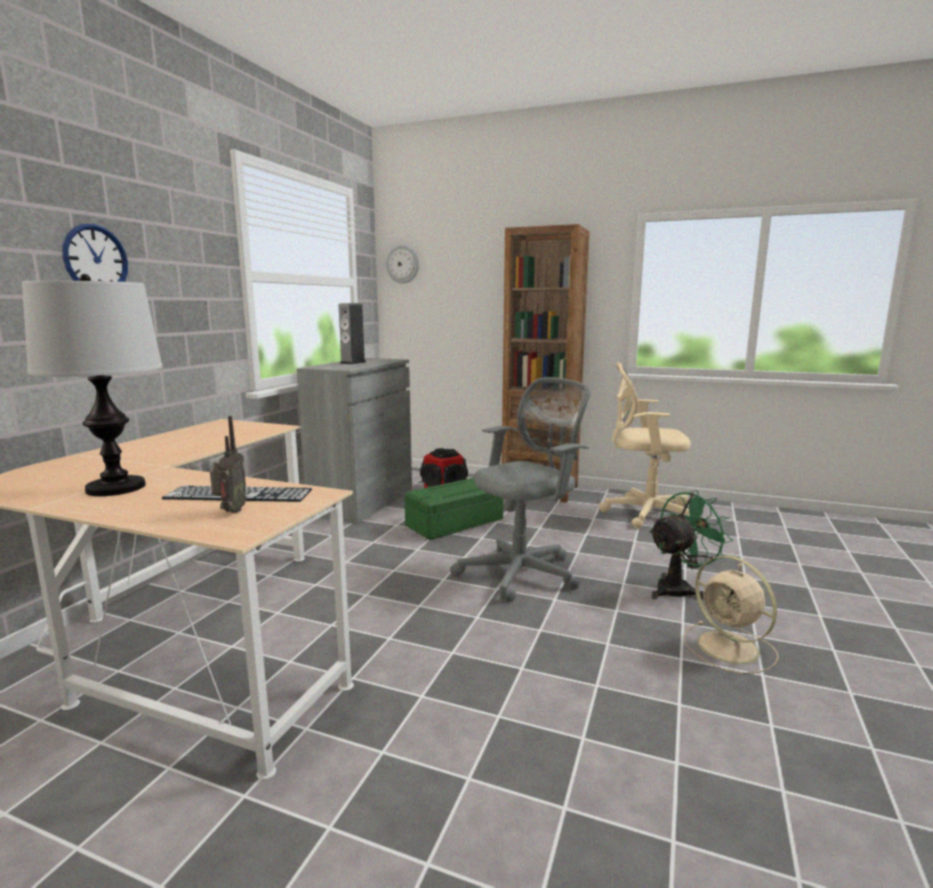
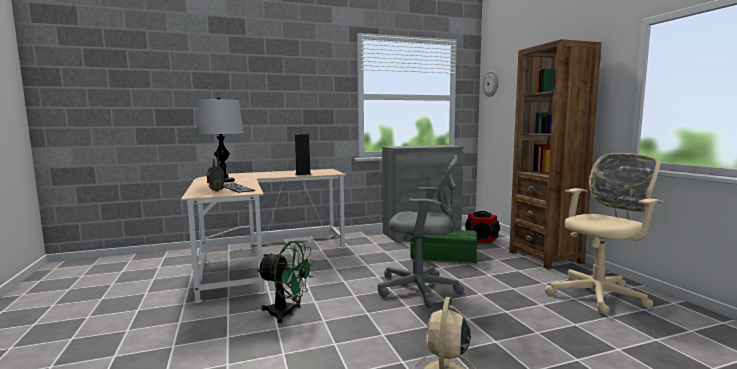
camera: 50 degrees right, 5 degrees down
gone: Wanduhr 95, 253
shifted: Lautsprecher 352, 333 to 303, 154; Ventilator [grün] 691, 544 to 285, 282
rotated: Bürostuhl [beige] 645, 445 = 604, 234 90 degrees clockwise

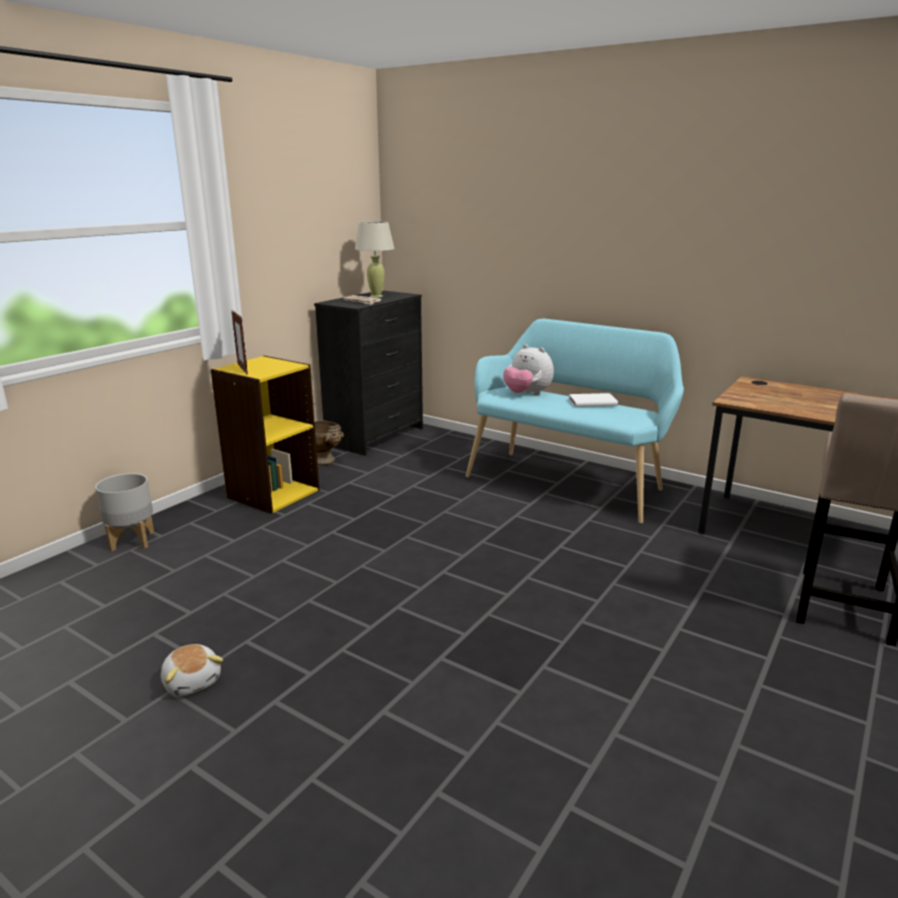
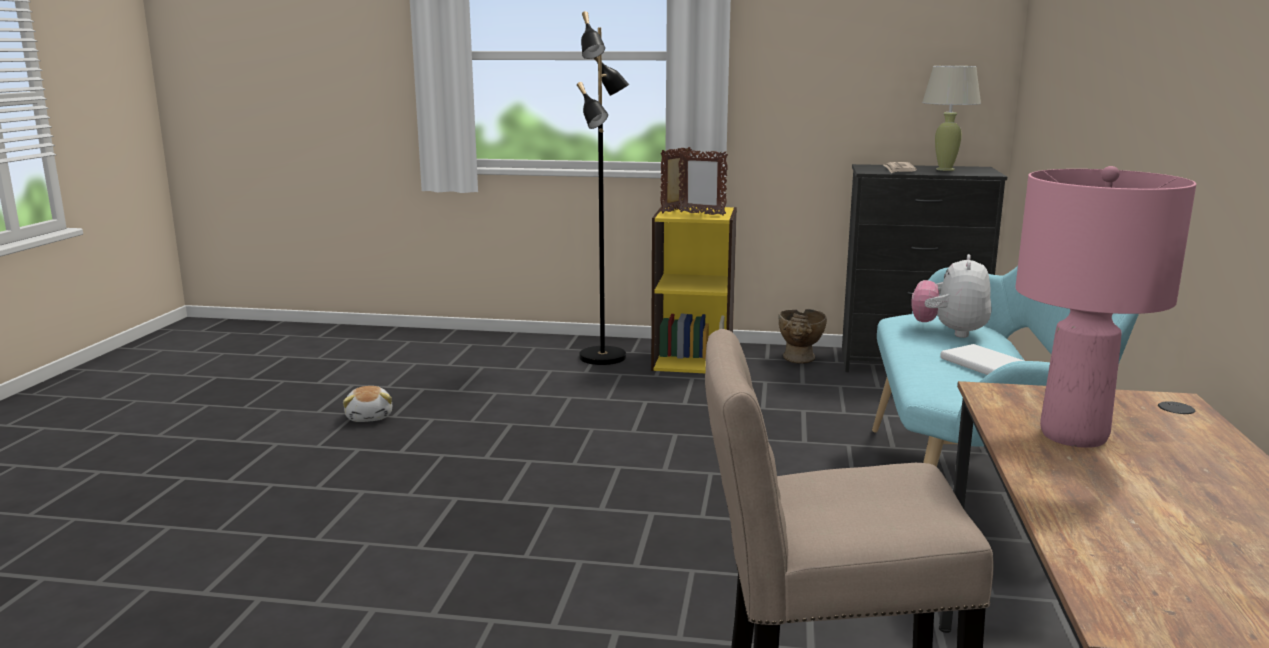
camera: 65 degrees right, 5 degrees down
gone: Pflanzkübel [grau] 124, 512
new: Stehlampe [schwarz] 603, 188; Bilderrahmen 703, 183; Tischlampe [rosa] 1105, 307
rotated: Plüschtier 192, 670 = 367, 404 45 degrees counterclockwise

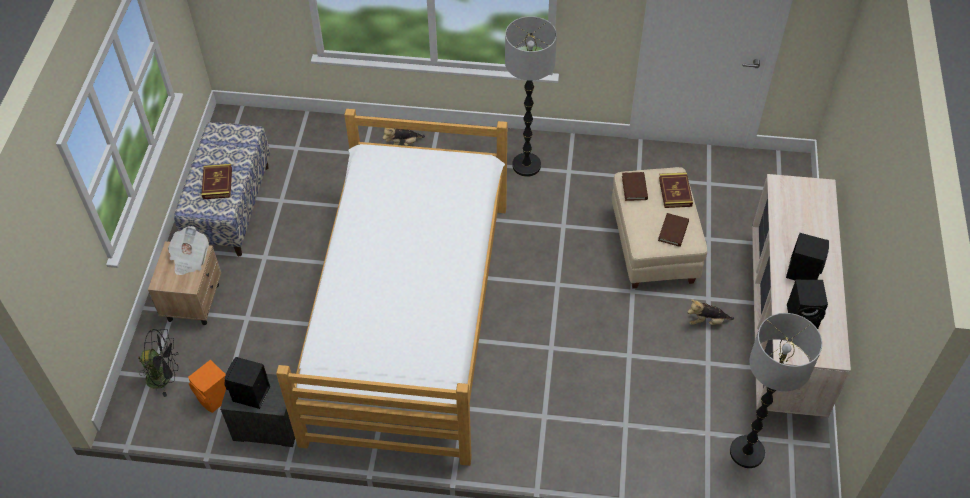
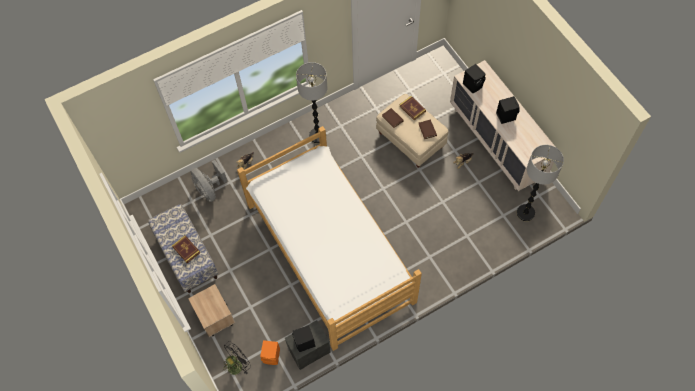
camera: 35 degrees left, 10 degrees up
gone: Zeitung 188, 250
new: Ventilator [grau] 209, 180
shifted: Lautsprecher [schwarz] 807, 304 to 474, 78

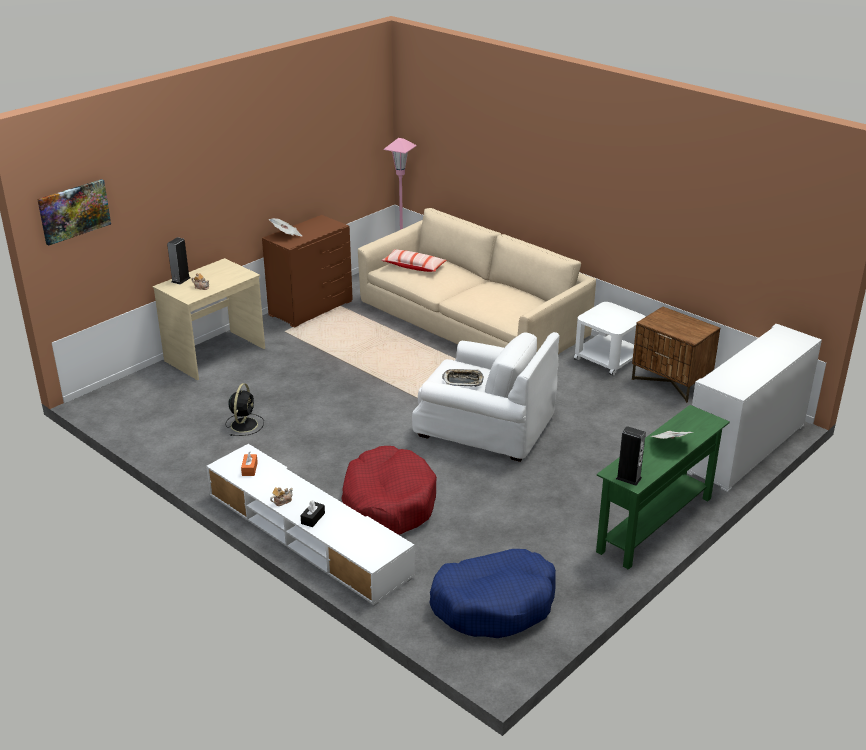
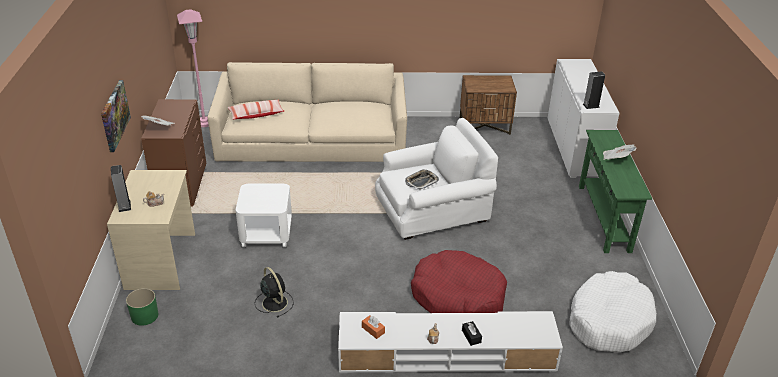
camera: 45 degrees left, 5 degrees up
new: Pflanzkübel [grün] 142, 307
shifted: Bild 74, 212 to 116, 116; Beistelltisch [weiß] 610, 339 to 264, 215; Lautsprecher 631, 456 to 594, 90
repainted: Hundebett [blau] 492, 593 to Hundebett [weiß] 612, 311

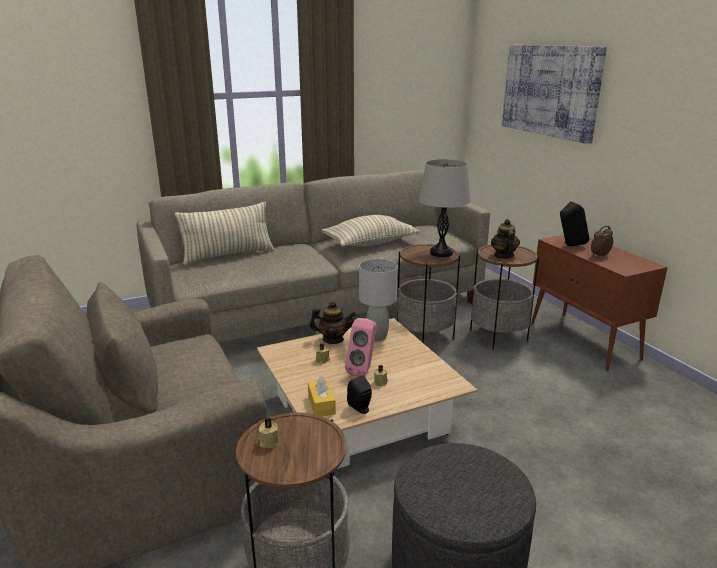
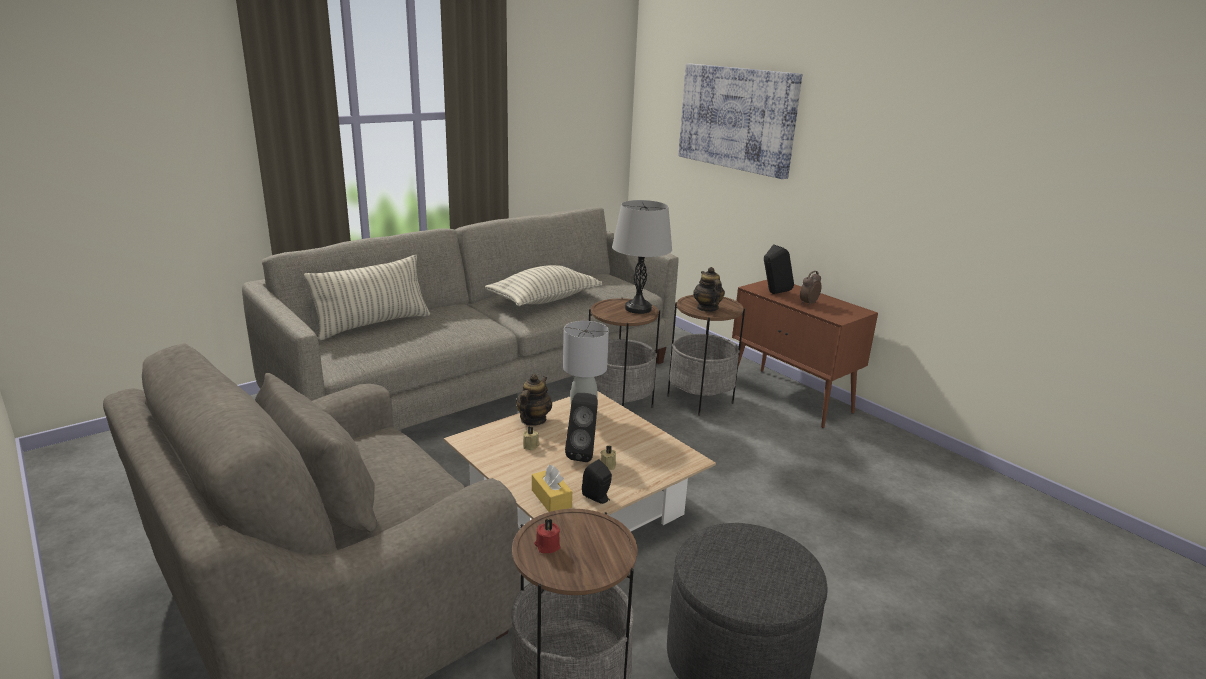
camera: 15 degrees left, 0 degrees up
repainted: Kerze [beige] 269, 433 to Kerze [rot] 547, 536; Lautsprecher [rosa] 361, 347 to Lautsprecher [schwarz] 581, 427
rotated: Teekanne 332, 322 = 534, 400 60 degrees counterclockwise

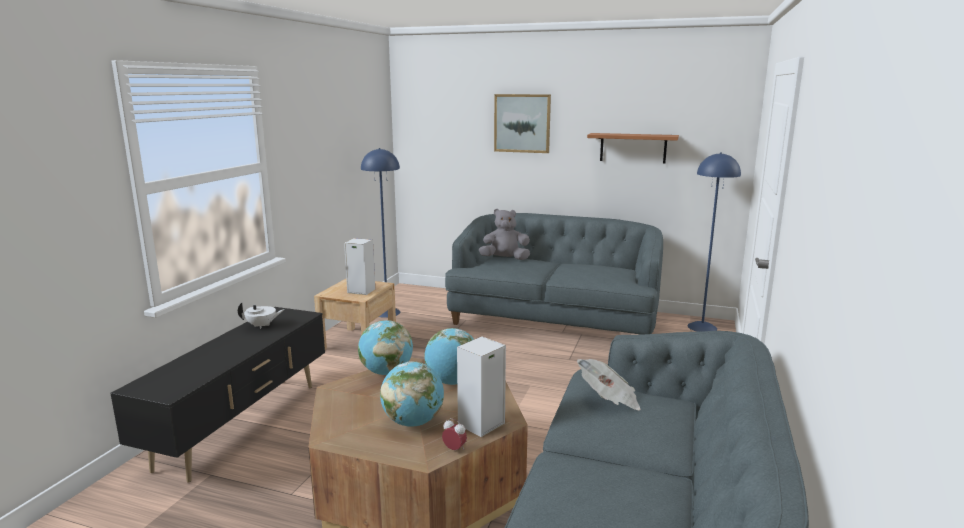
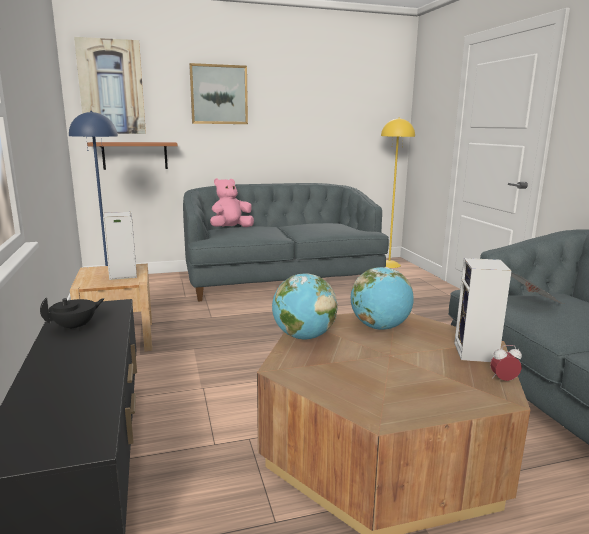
camera: 35 degrees left, 0 degrees up
gone: Globus 412, 394
new: Bild 110, 85
shifted: Wandregal 633, 148 to 132, 156
repainted: Teekanne [weiß] 261, 316 to Teekanne [schwarz] 72, 314; Plüschtier [grau] 504, 234 to Plüschtier [rosa] 232, 202; Stehlampe [blau] 714, 242 to Stehlampe [gelb] 398, 193

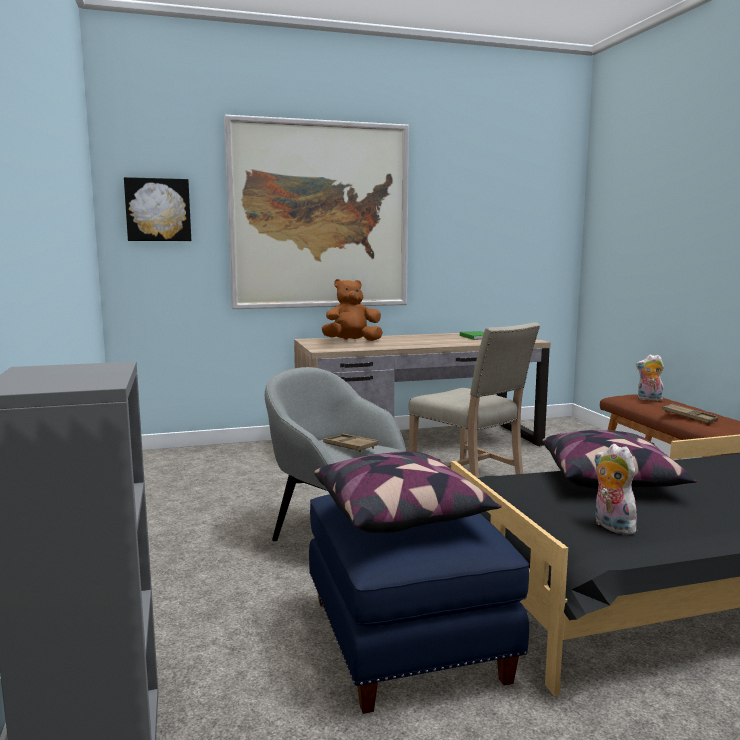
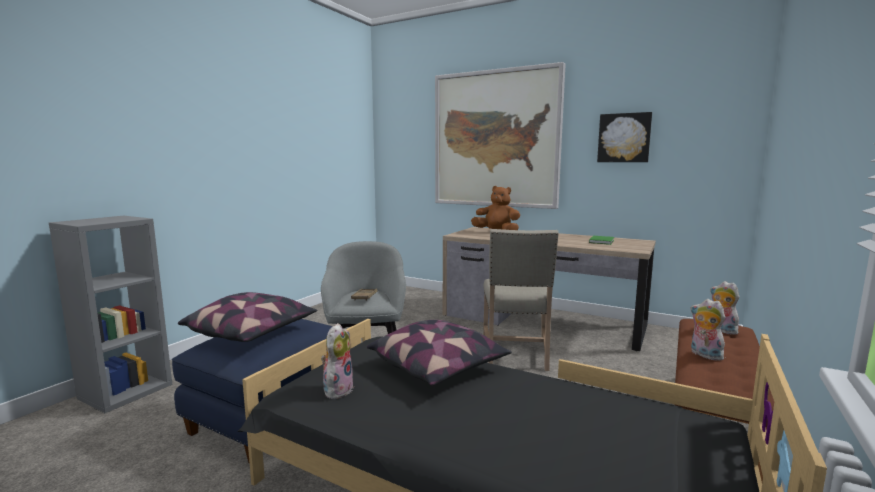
camera: 45 degrees right, 0 degrees up
shifted: Bild 157, 209 to 624, 137
swapped: Tablett [braun] 690, 413 to Plüschtier 707, 330

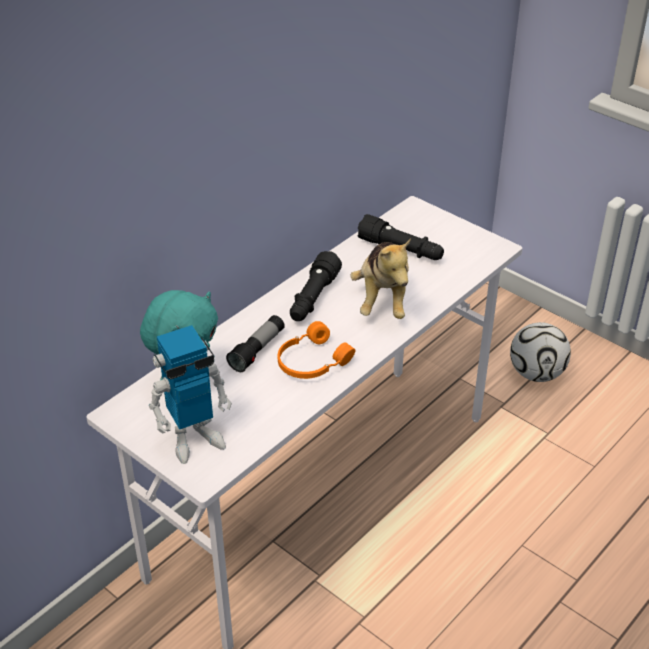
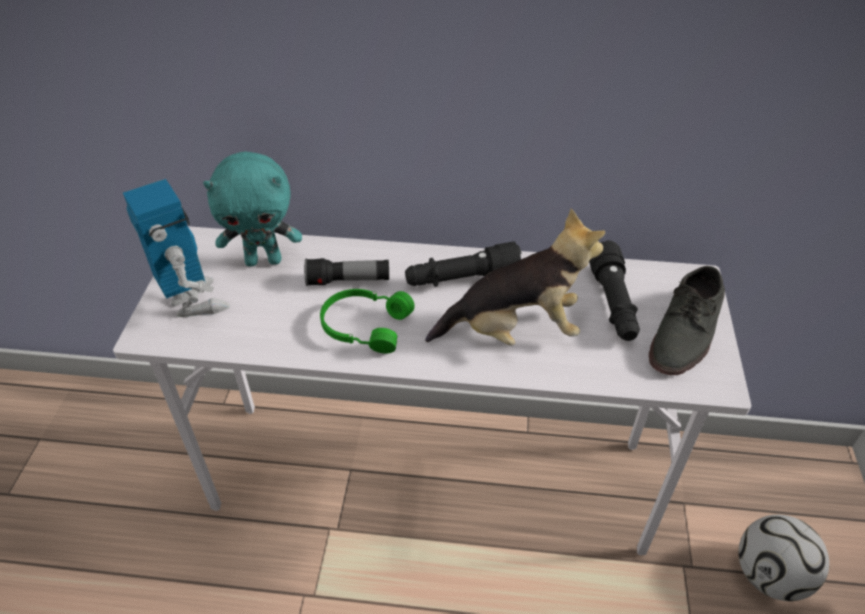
camera: 55 degrees right, 5 degrees up
new: Schuh [grau] 687, 320
repainted: Kopfhörer [orange] 316, 350 to Kopfhörer [grün] 367, 321
rotated: Spielzeugroboter 190, 394 = 176, 248 150 degrees counterclockwise; Plüschtier 380, 278 = 515, 277 150 degrees counterclockwise

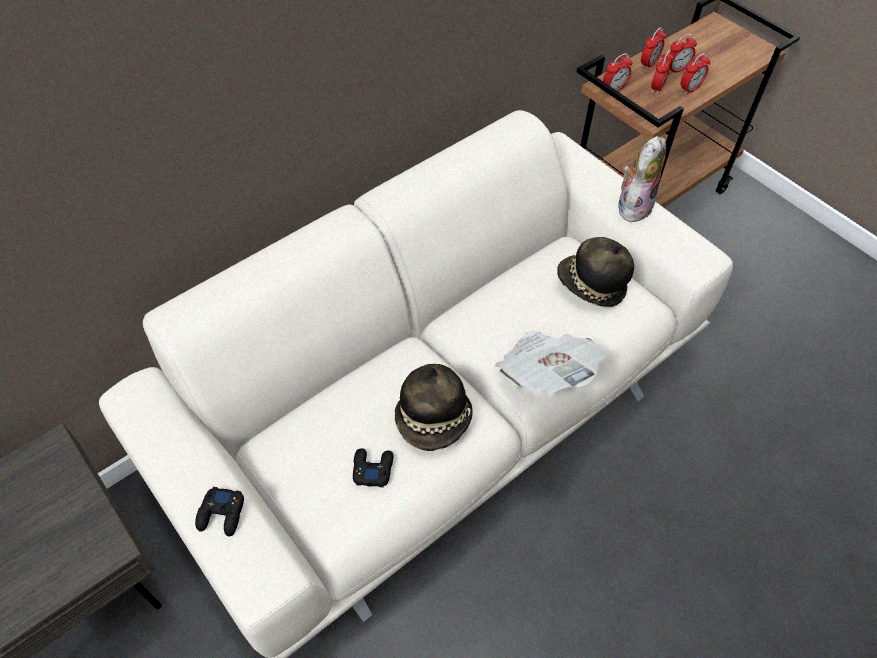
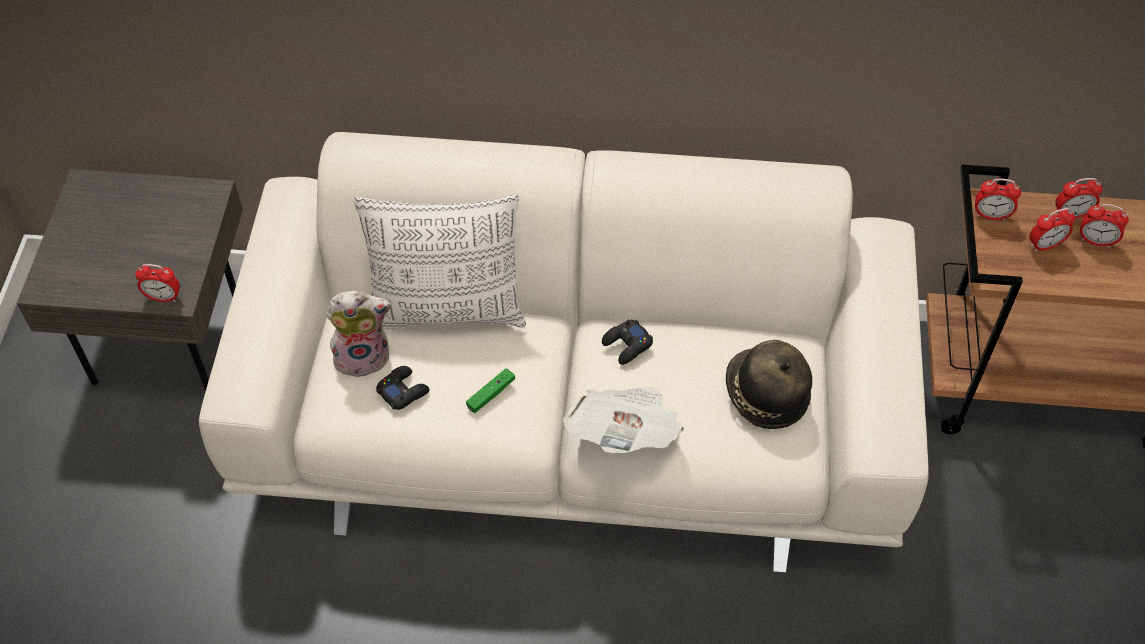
camera: 45 degrees right, 0 degrees up
new: Kissen 440, 262
shifted: Gamepad [schwarz] 219, 511 to 627, 342; Plüschtier 642, 179 to 358, 334; Wecker 695, 74 to 157, 283
swapped: Hut 434, 407 to Gamepad [grün] 490, 390

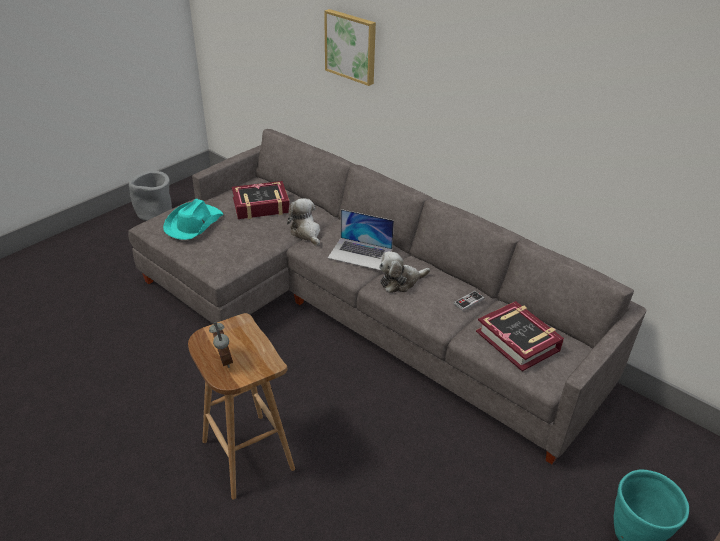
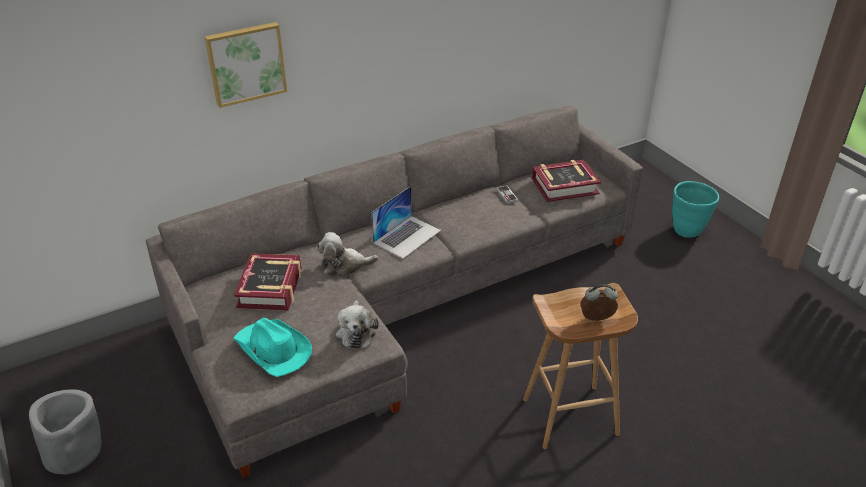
camera: 70 degrees left, 0 degrees up
shifted: Plüschtier 404, 272 to 357, 325

